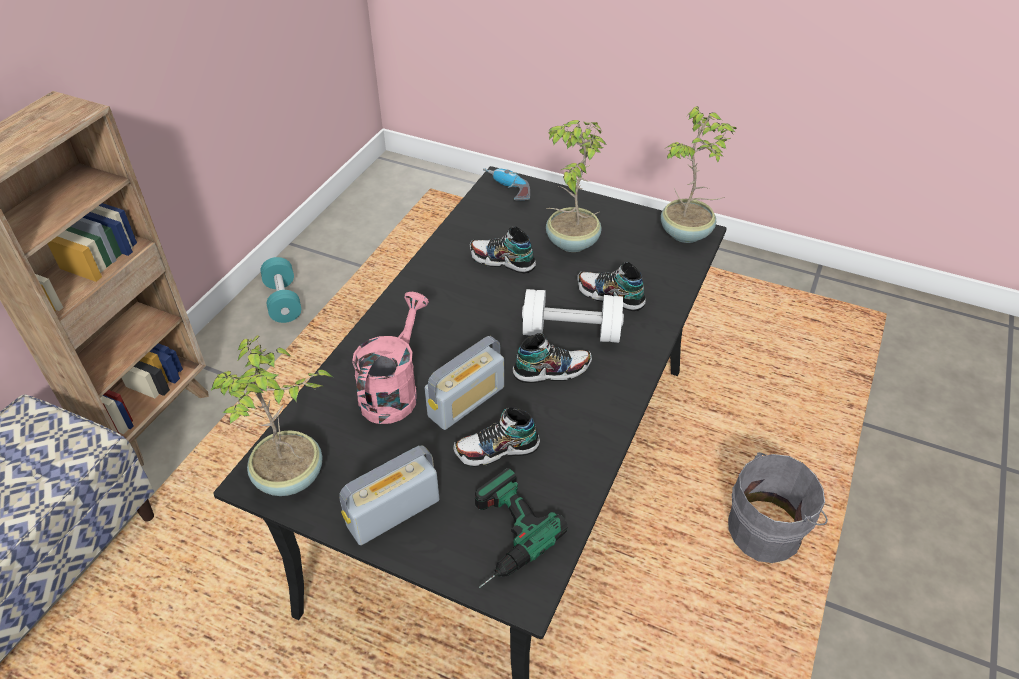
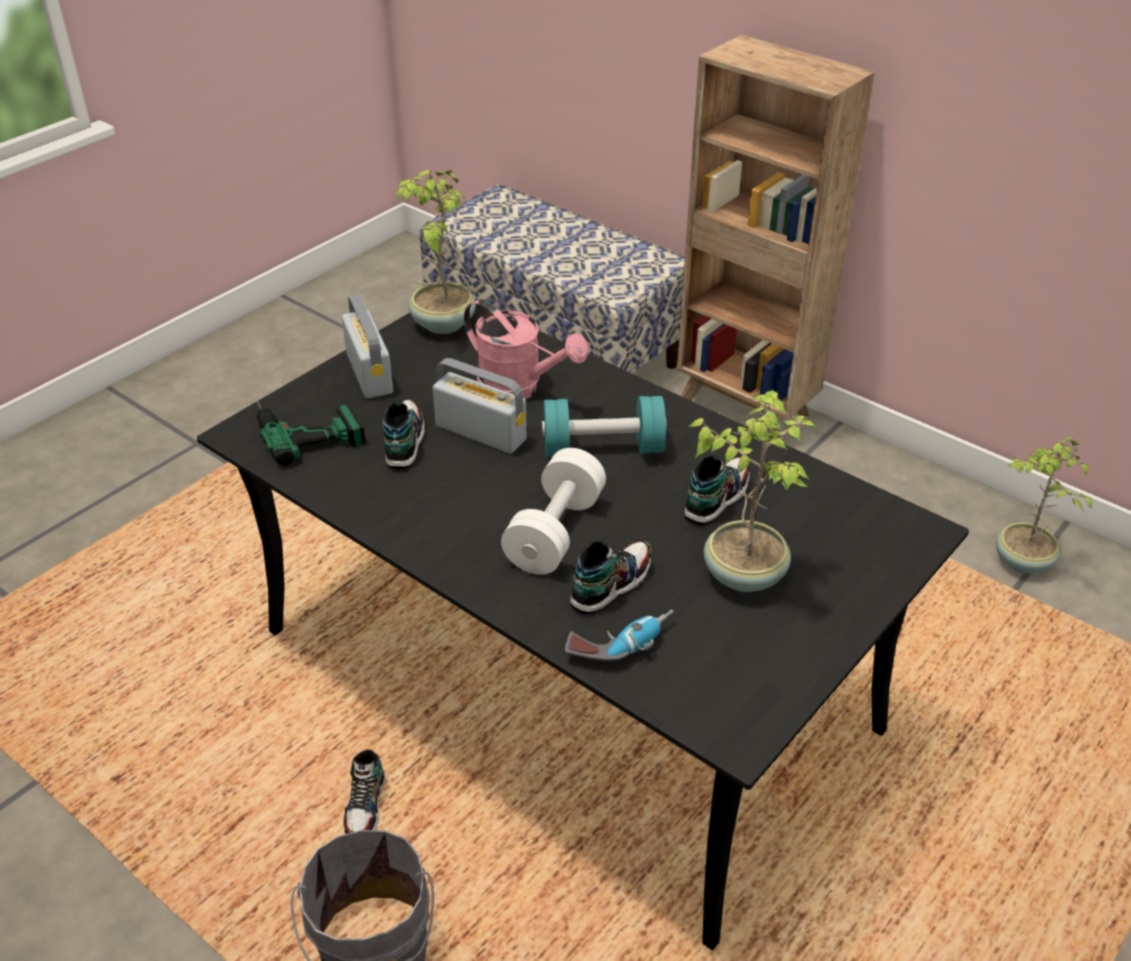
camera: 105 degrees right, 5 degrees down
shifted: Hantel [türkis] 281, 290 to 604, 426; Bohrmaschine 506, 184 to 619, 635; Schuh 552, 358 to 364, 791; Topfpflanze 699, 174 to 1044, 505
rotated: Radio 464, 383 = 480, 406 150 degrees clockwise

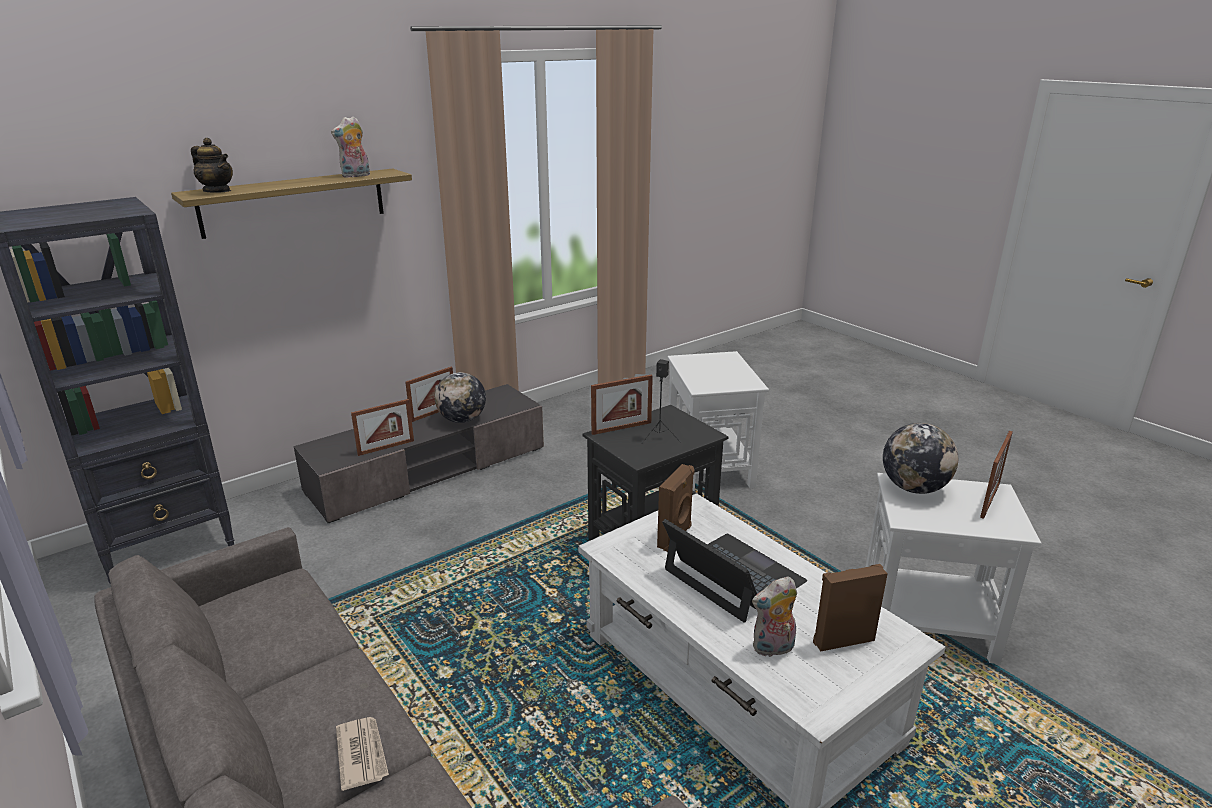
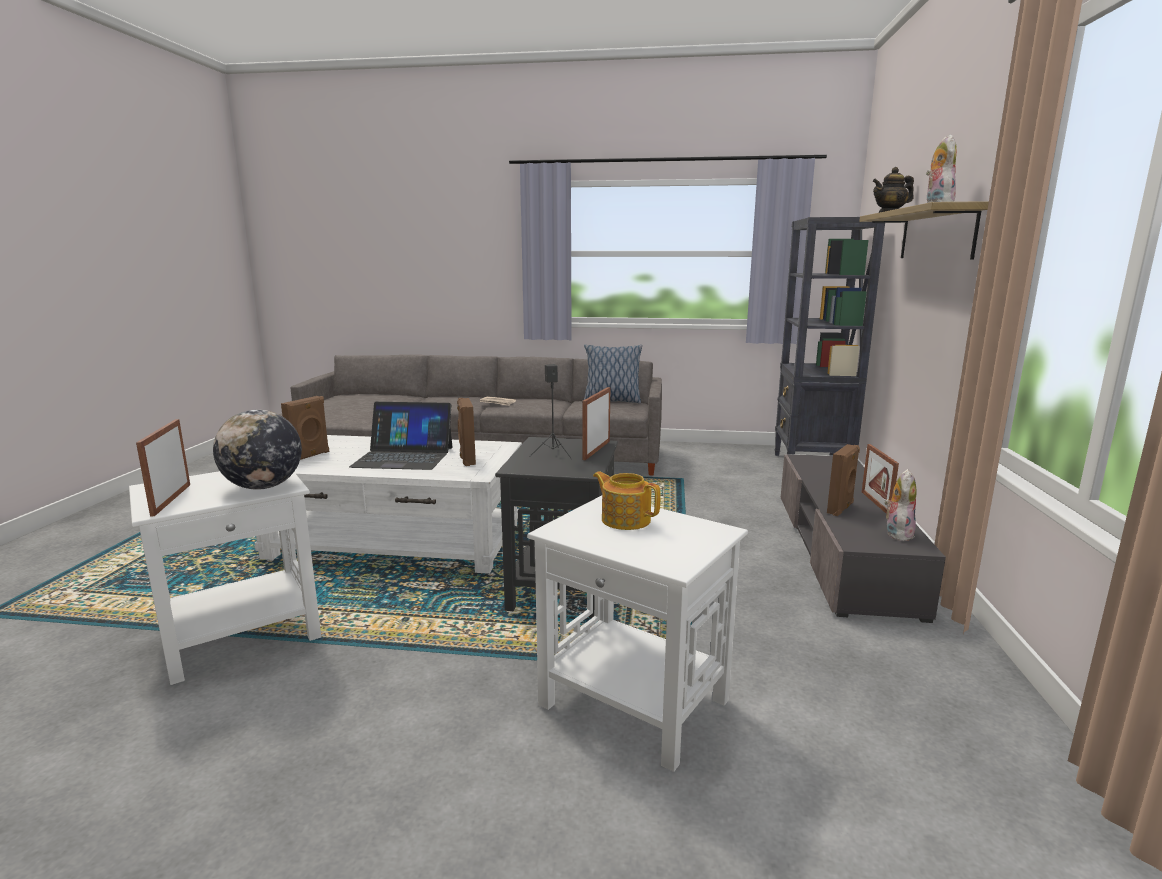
camera: 135 degrees right, 10 degrees down
gone: Bilderrahmen 382, 427
new: Kissen 613, 374; Teekanne 626, 500
shifted: Plüschtier 774, 616 to 901, 505
swapped: Globus 460, 397 to Lautsprecher [braun] 843, 480

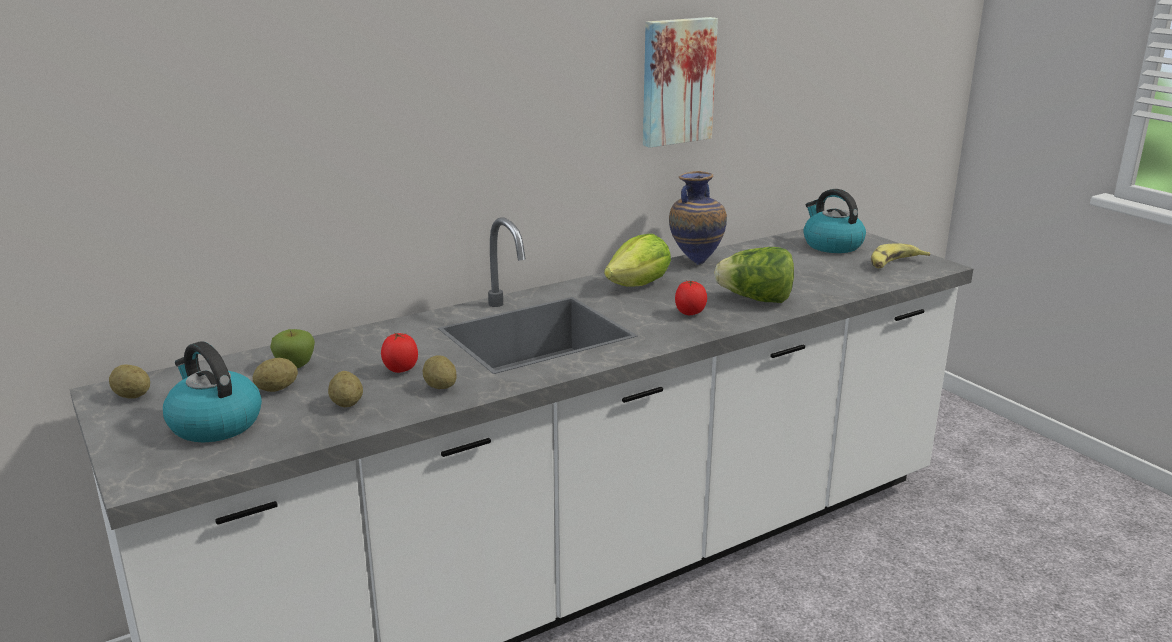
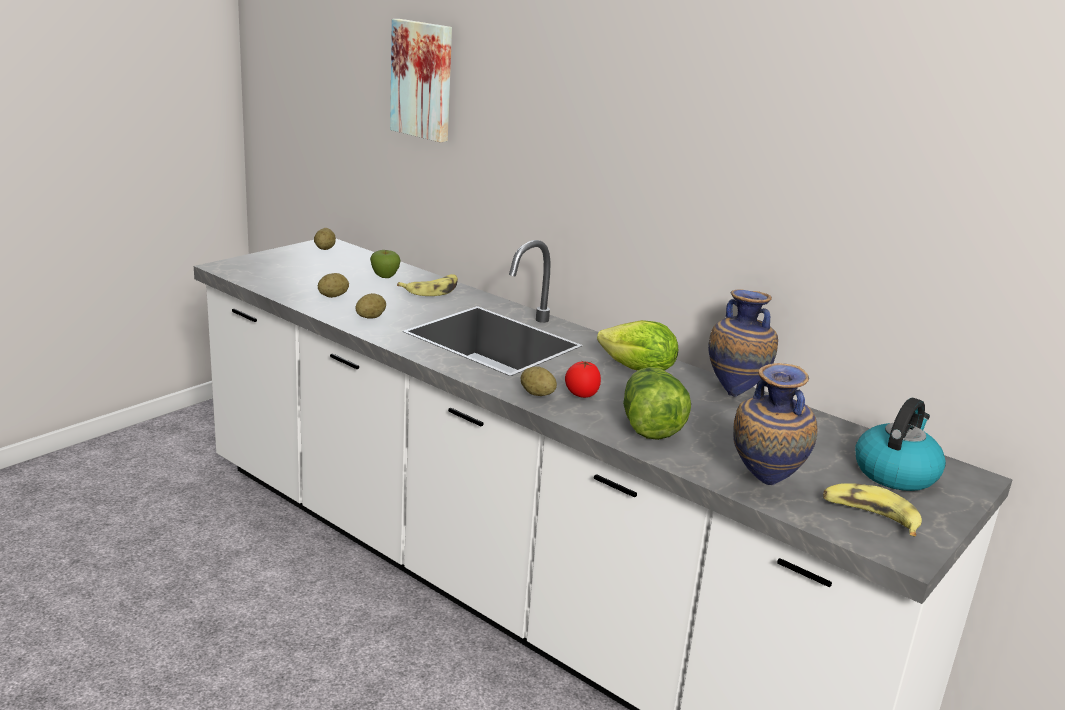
camera: 70 degrees right, 0 degrees up
gone: Wasserkessel 212, 391; Tomate 399, 353
new: Banane 427, 285; Vase 775, 424
shifted: Kartoffel 275, 375 to 538, 381; Bild 680, 82 to 421, 80

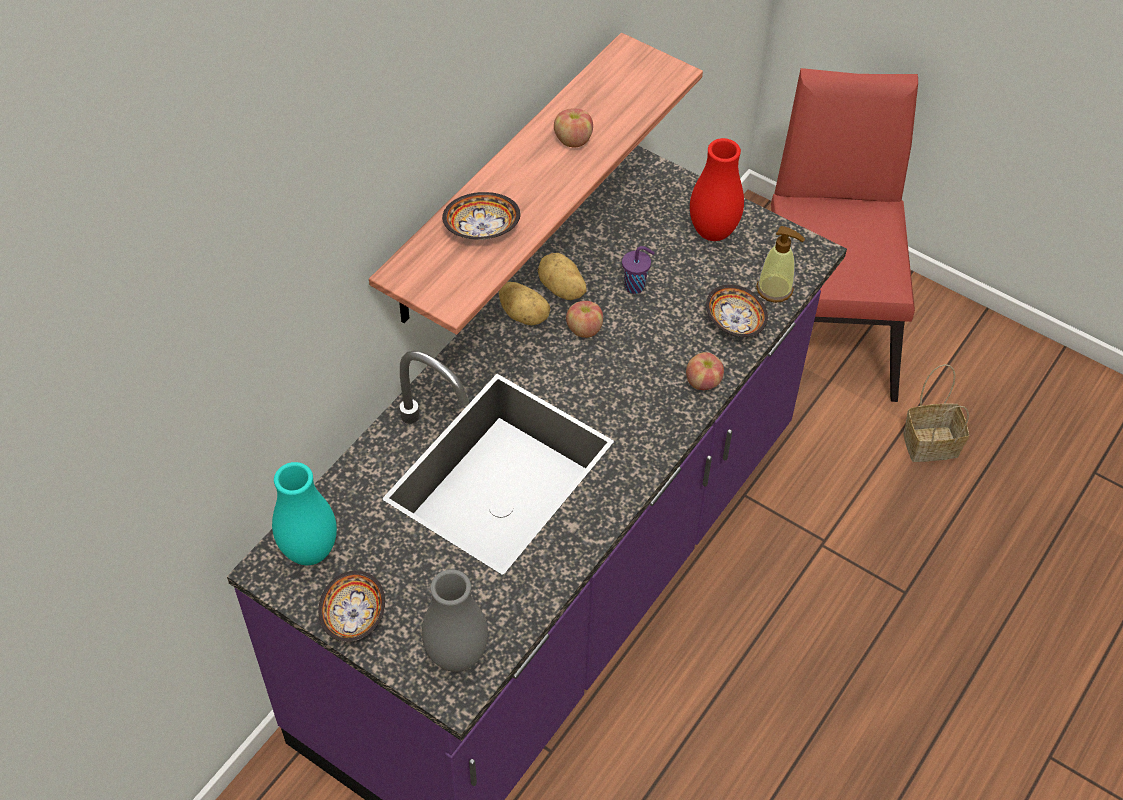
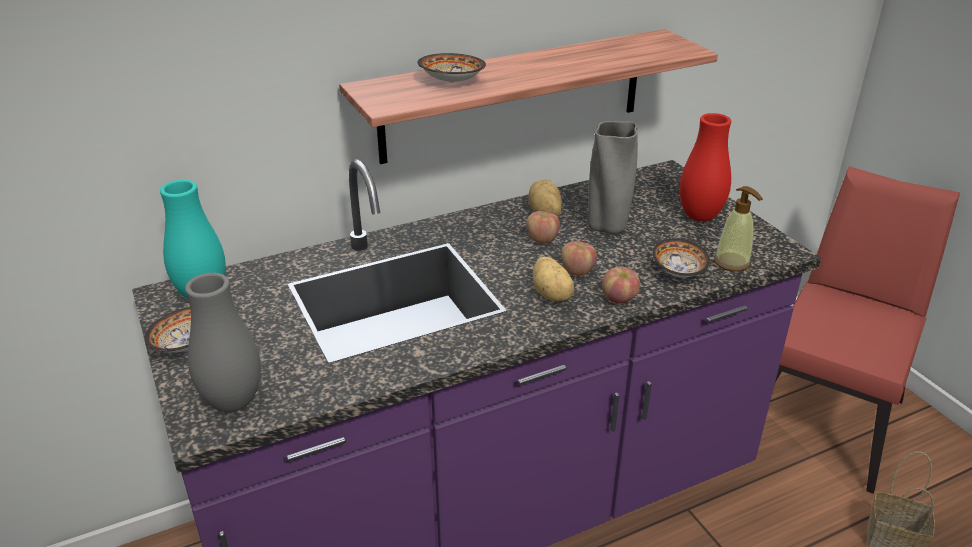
camera: 30 degrees right, 20 degrees down
shifted: Kartoffel 524, 303 to 553, 279; Apfel 573, 128 to 579, 258
swapped: Tasse [lila] 638, 270 to Vase [grau] 613, 177

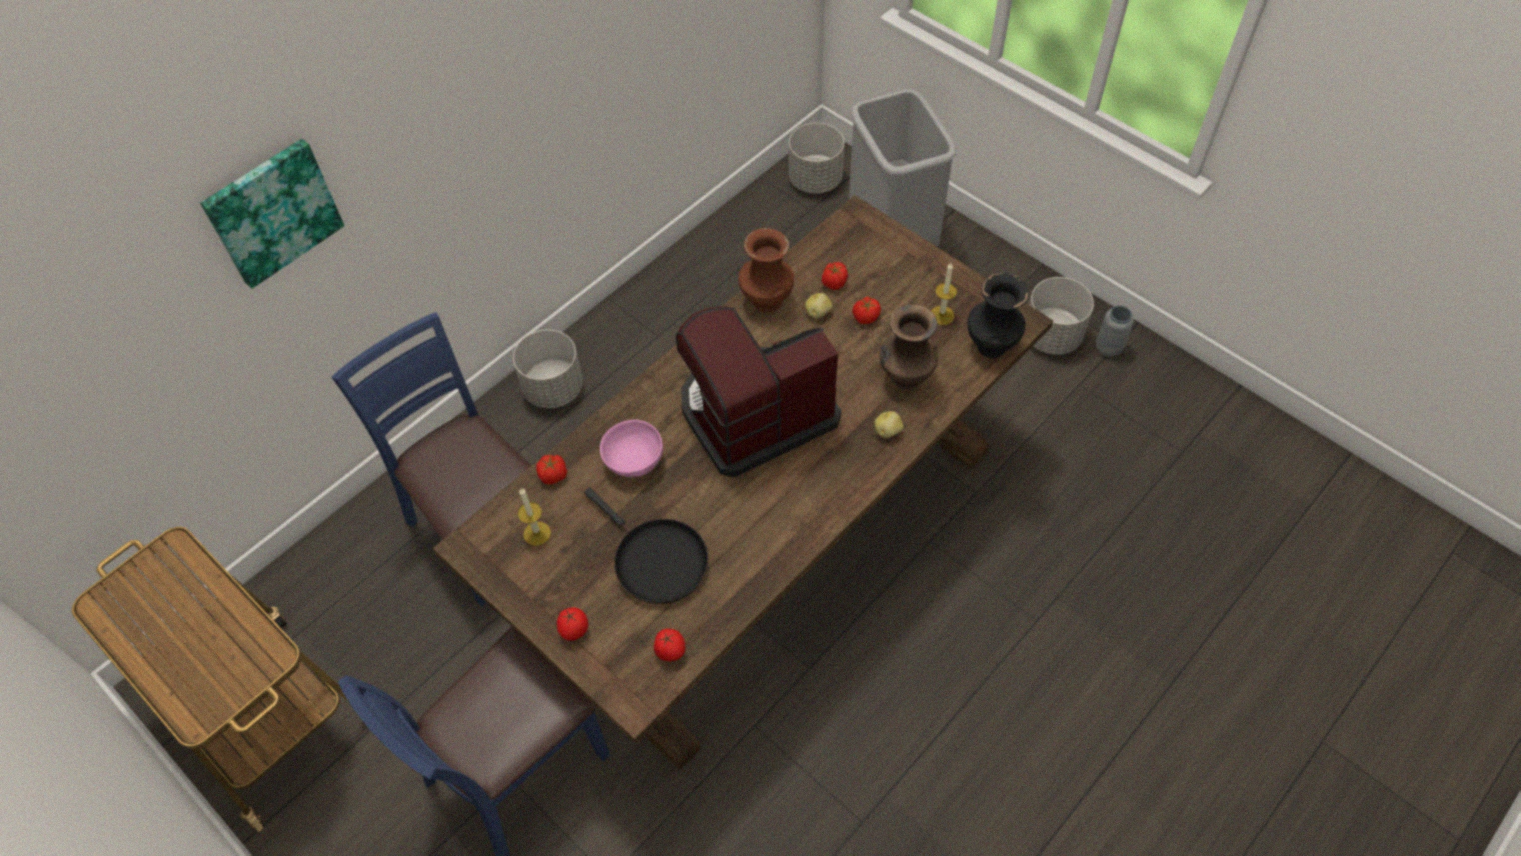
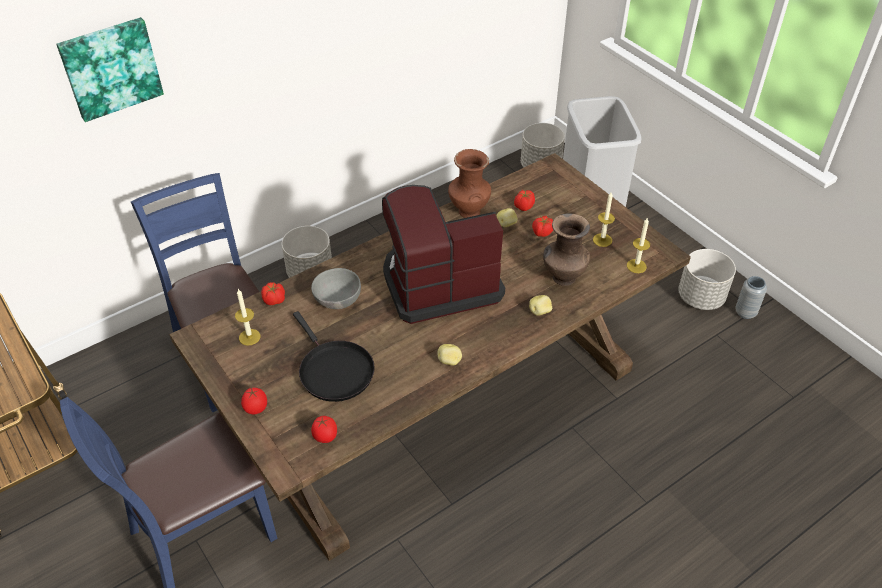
camera: 10 degrees right, 10 degrees down
new: Kartoffel 449, 354
swapped: Vase [schwarz] 998, 315 to Kerze 638, 245
repainted: Schüssel [rosa] 631, 448 to Schüssel [grau] 336, 288

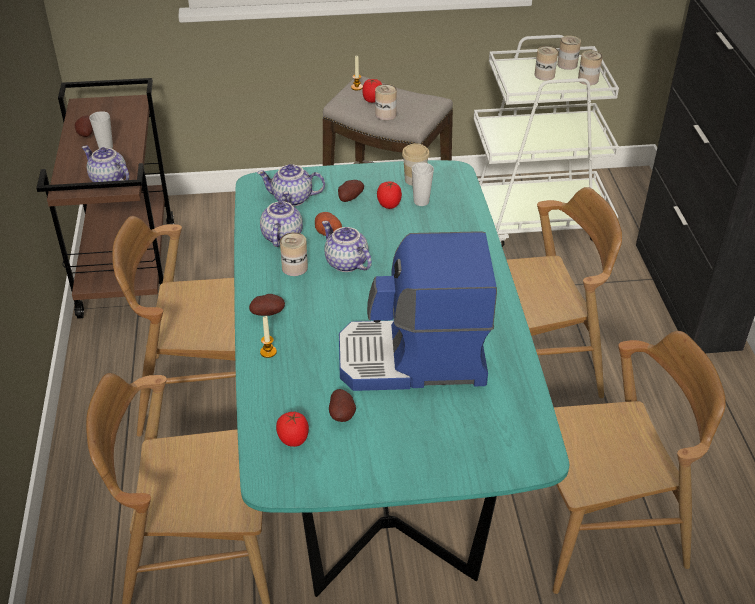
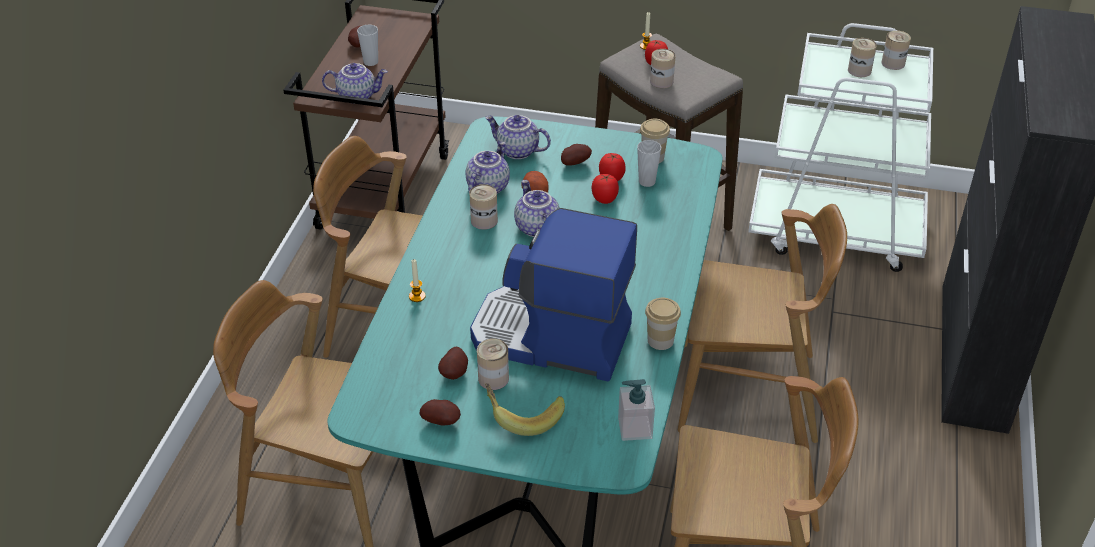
camera: 20 degrees right, 0 degrees up
new: Banane 525, 409; Seifenspender 636, 410; Tasse 663, 324
shifted: Kartoffel 267, 305 to 440, 412; Tomate 292, 429 to 605, 189; Dose 590, 67 to 493, 364
rotated: Teekanne 105, 164 = 355, 83 120 degrees clockwise

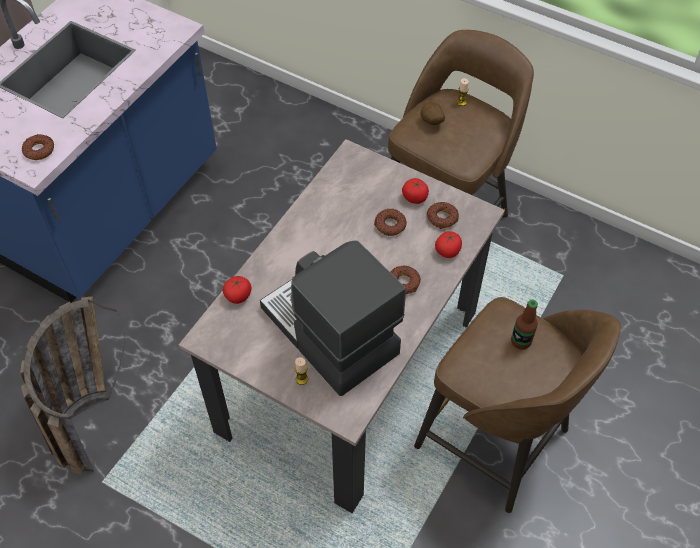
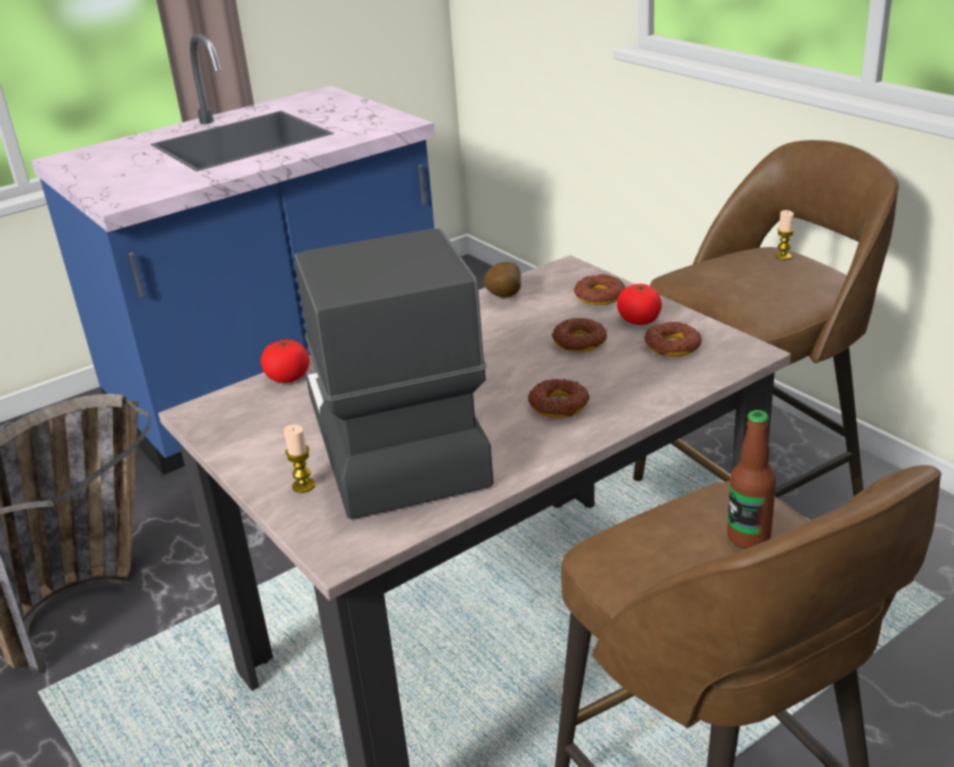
camera: 25 degrees right, 25 degrees down
gone: Tomate 448, 244
shifted: Donut 38, 147 to 599, 289; Kartoffel 433, 113 to 502, 280

